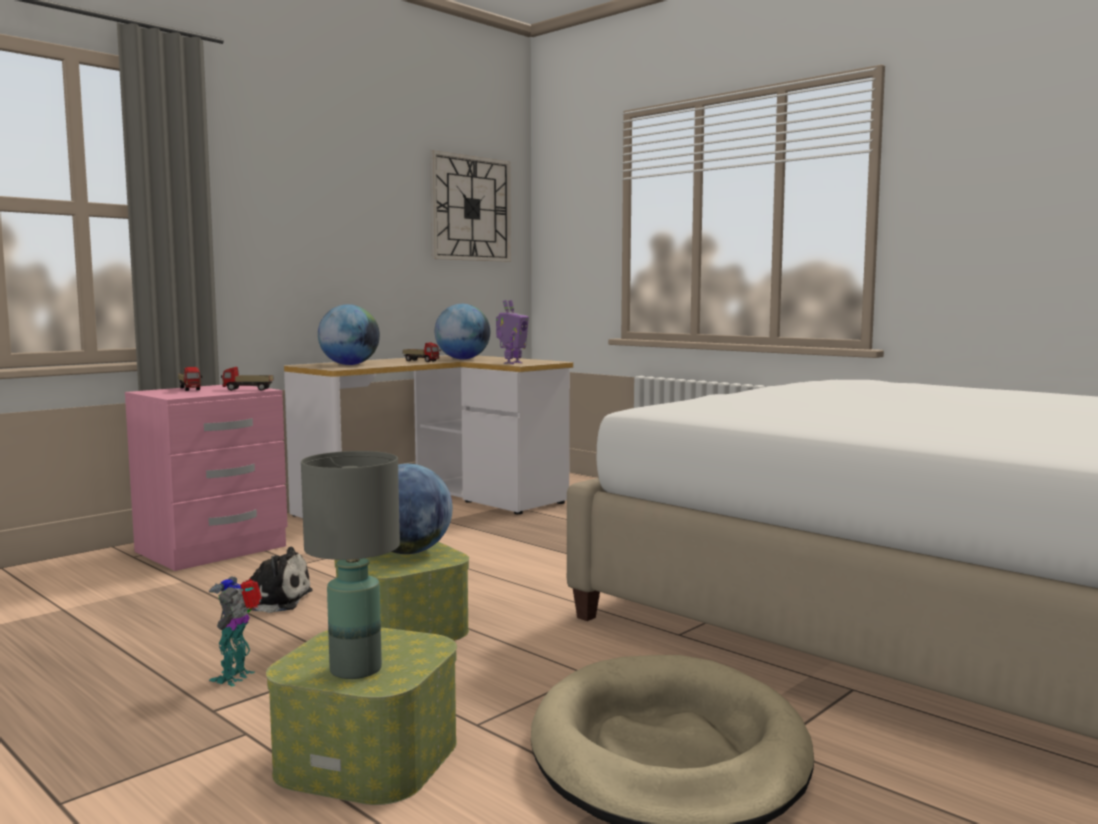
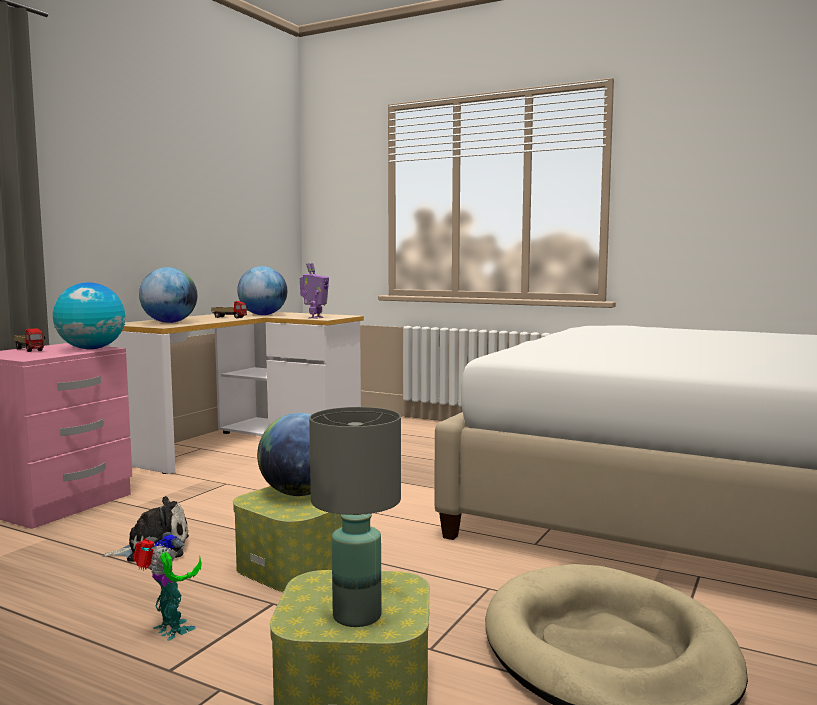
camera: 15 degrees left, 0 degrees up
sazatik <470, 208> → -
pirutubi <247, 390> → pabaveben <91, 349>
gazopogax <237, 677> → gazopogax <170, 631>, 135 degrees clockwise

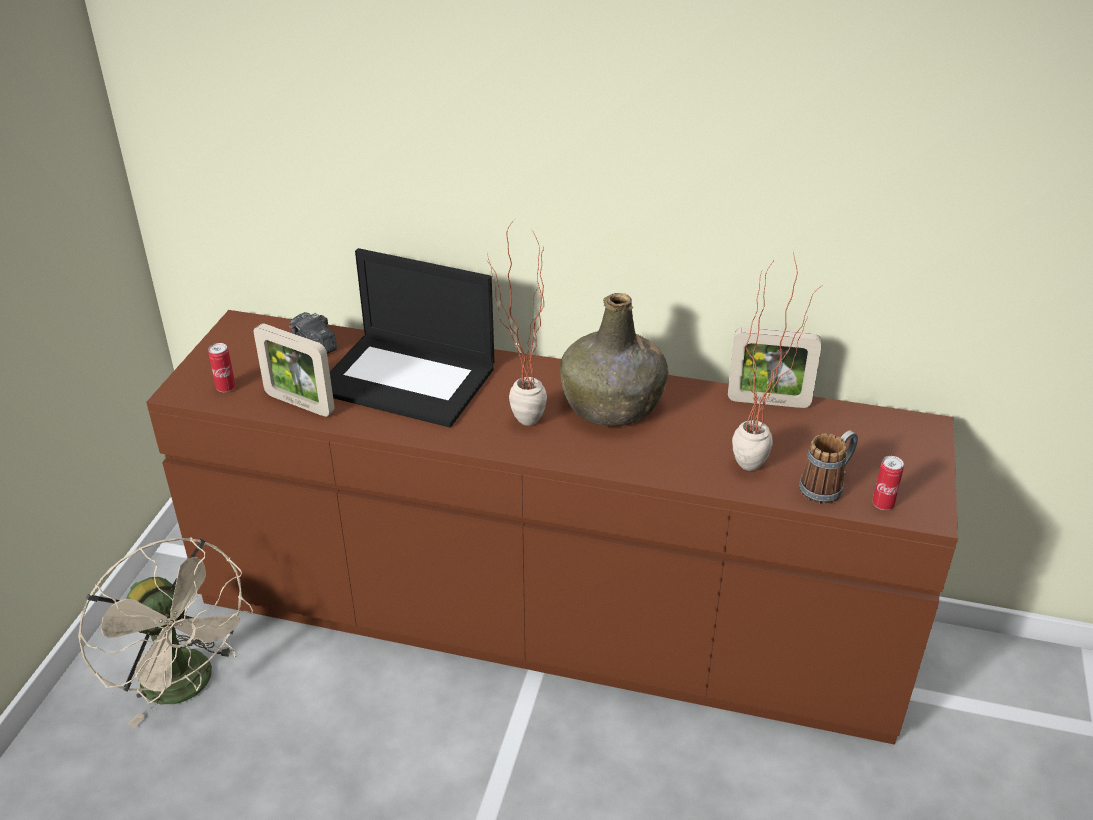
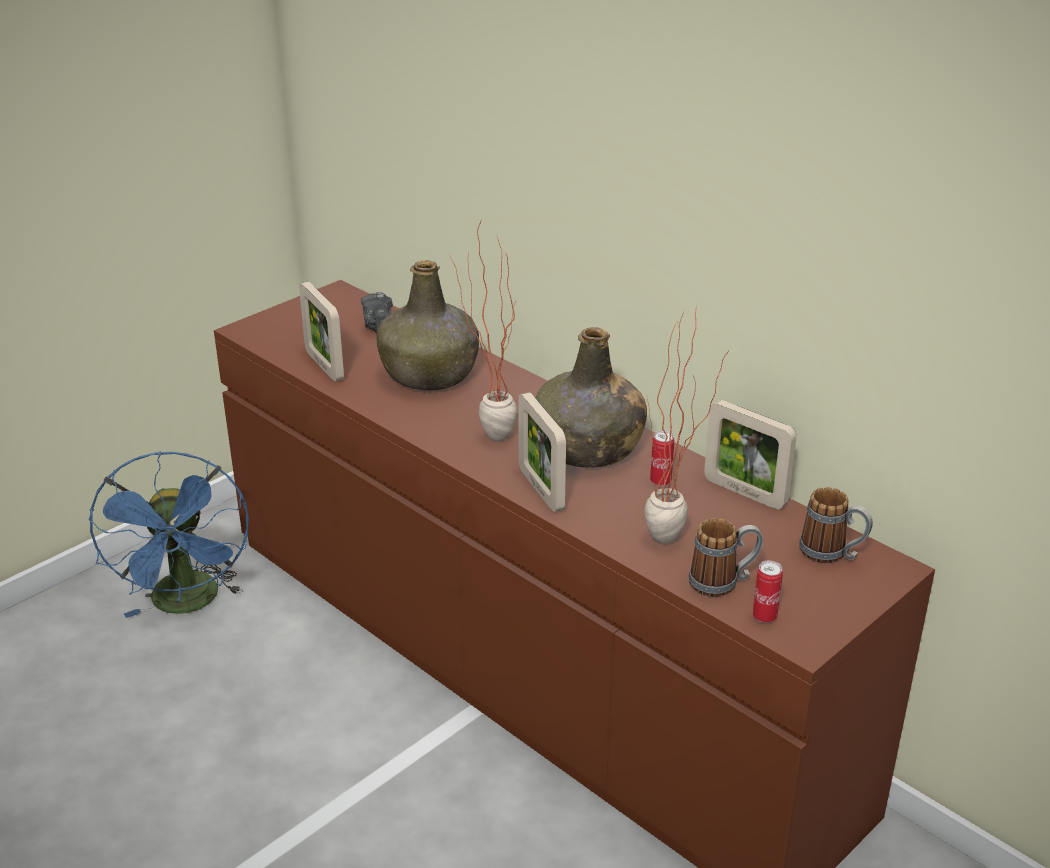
camera: 30 degrees right, 5 degrees down
- → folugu <541, 489>
- → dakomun <832, 554>
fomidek <226, 388> → fomidek <660, 481>, move
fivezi <409, 379> → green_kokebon <430, 374>
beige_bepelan <187, 686> → blue_bepelan <188, 604>

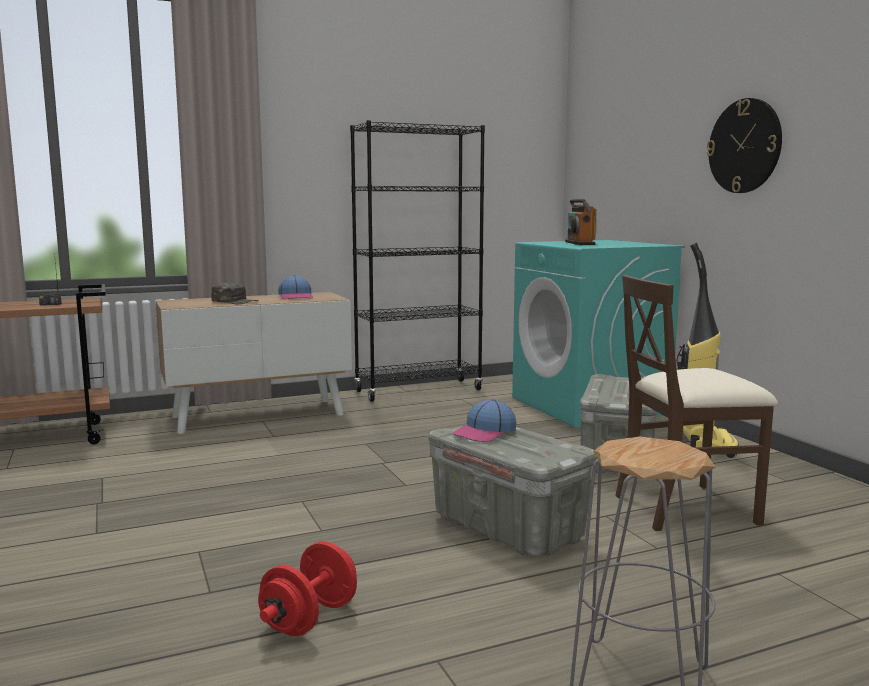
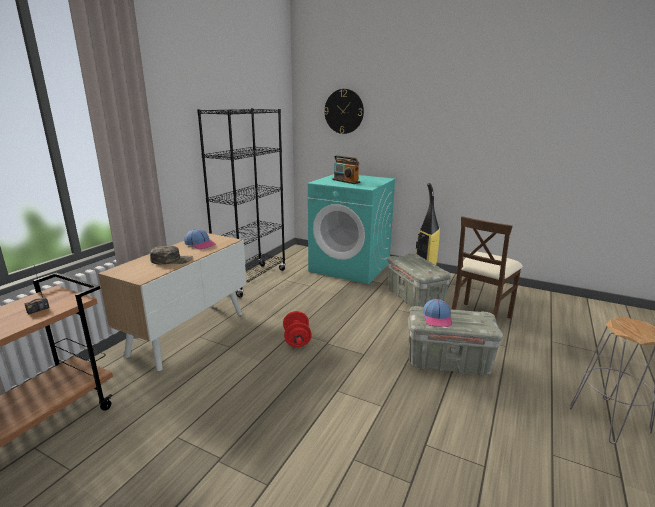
camera: 40 degrees left, 10 degrees up
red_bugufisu <310, 618> → red_bugufisu <297, 340>, move
sazatik <744, 146> → sazatik <344, 111>, move

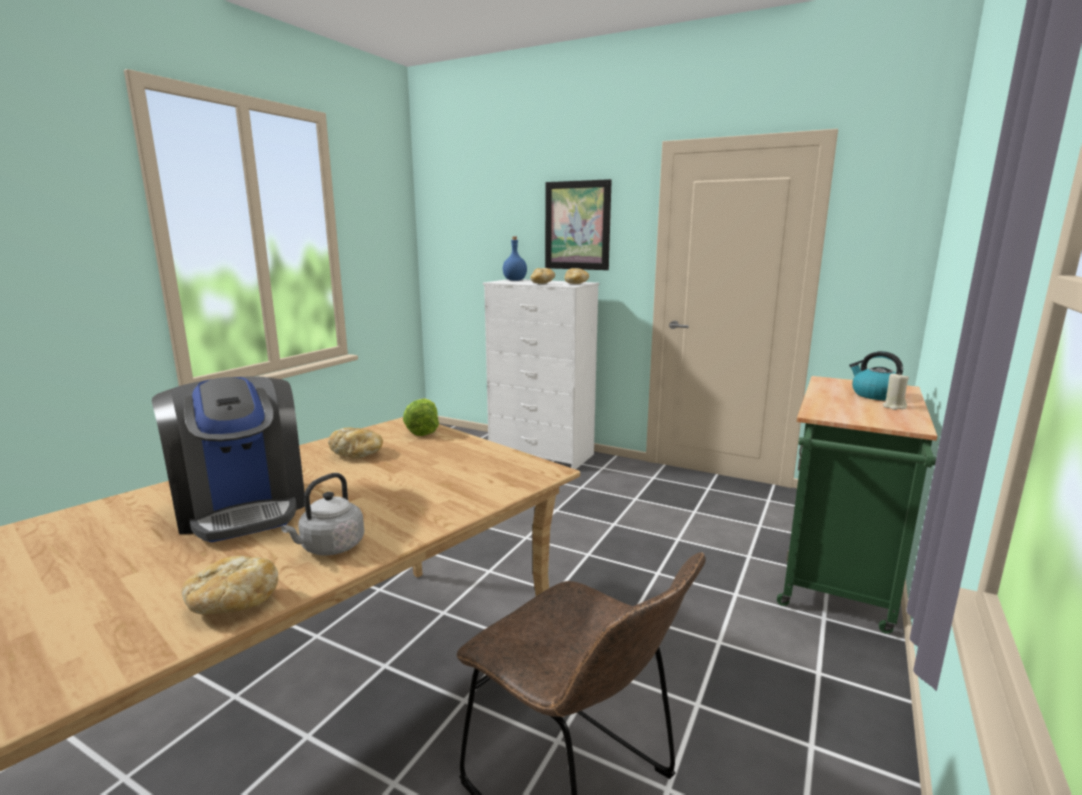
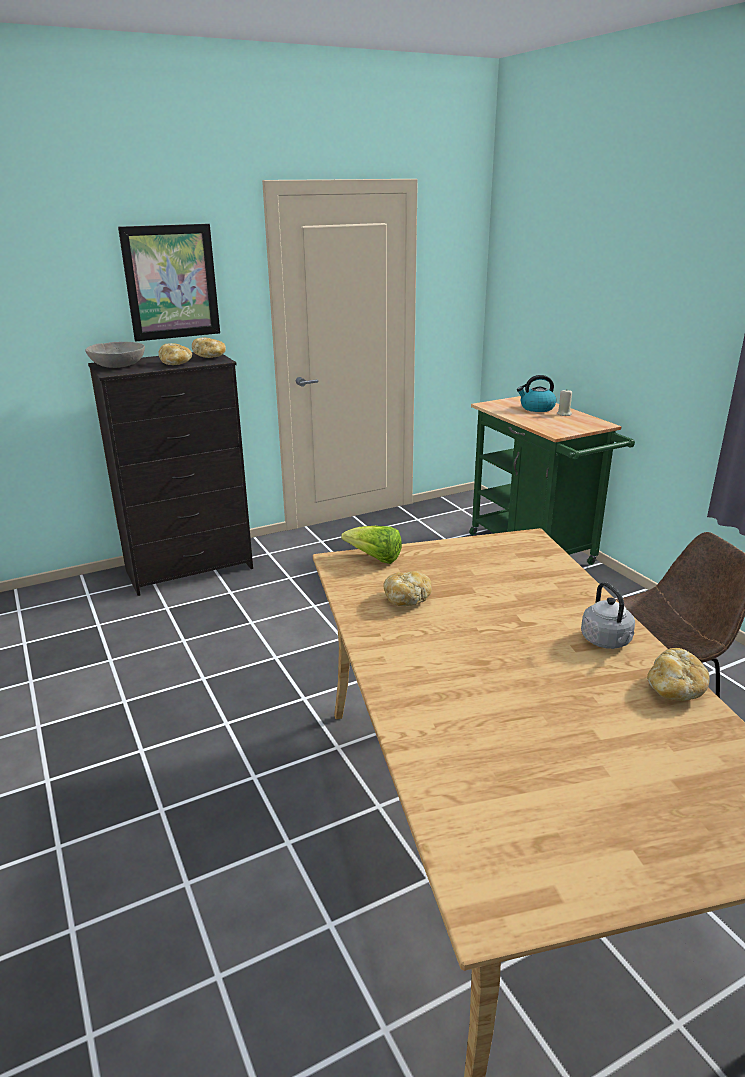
camera: 55 degrees left, 10 degrees up
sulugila <243, 507> → -
blue_kokebon <514, 280> → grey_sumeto <117, 365>
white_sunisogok <541, 454> → black_sunisogok <190, 569>

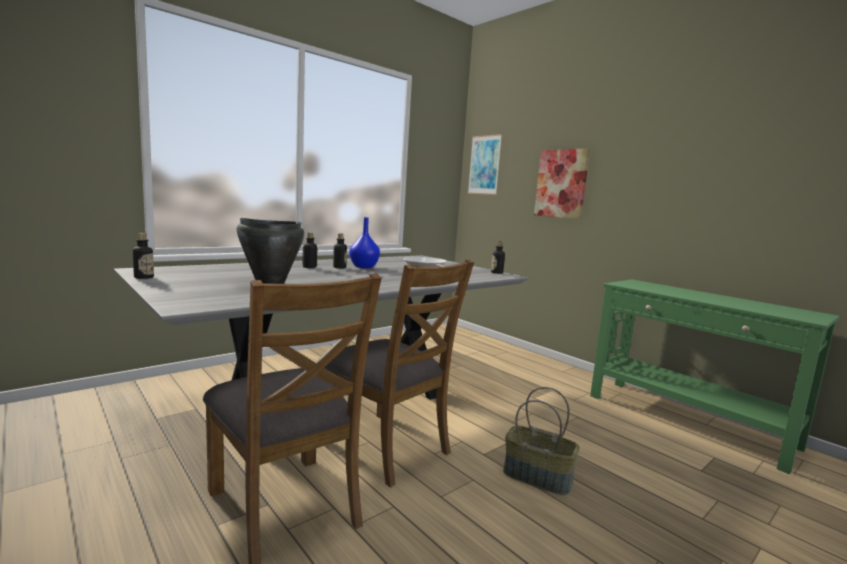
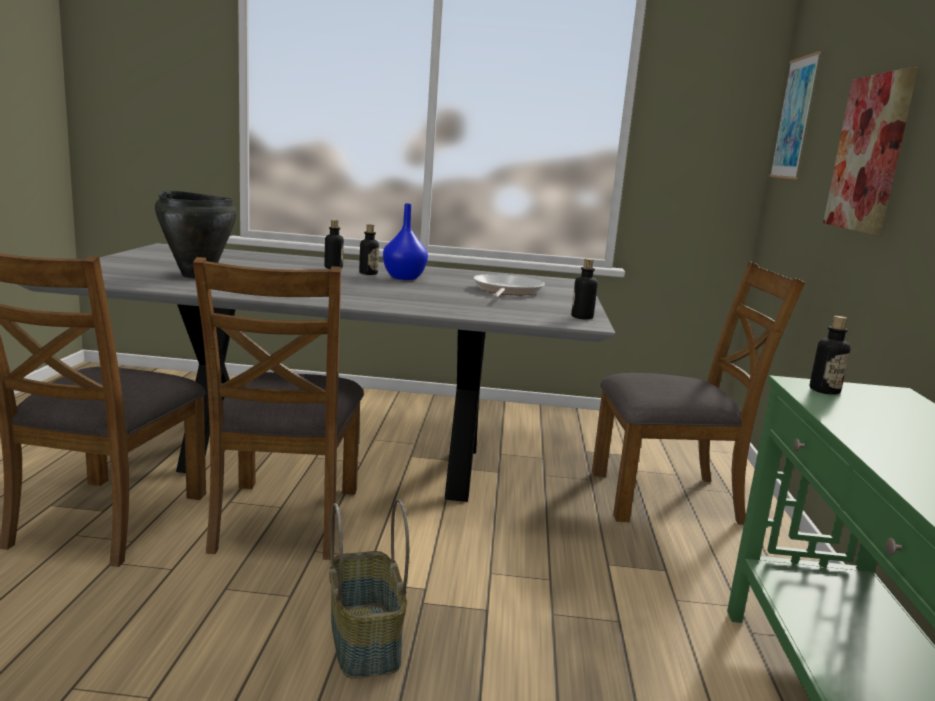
camera: 45 degrees right, 5 degrees up
- → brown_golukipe <667, 497>
kokebon <144, 277> → kokebon <824, 390>, move

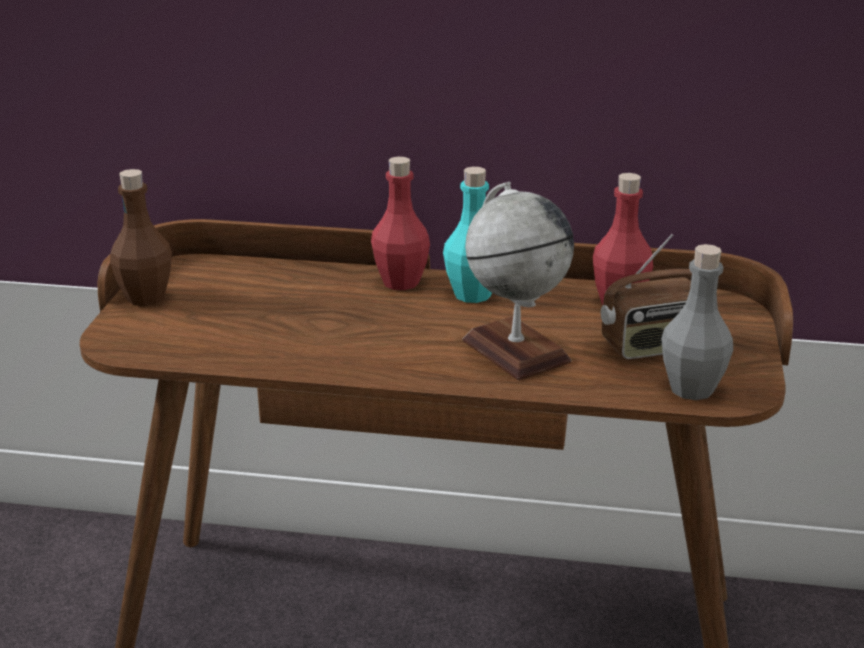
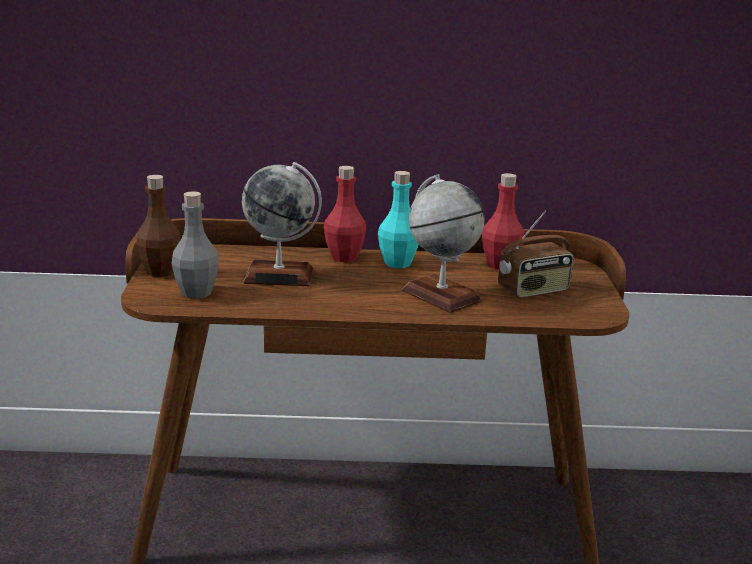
camera: 10 degrees left, 5 degrees down
- → pabaveben <279, 276>
grey_kokebon <691, 389> → grey_kokebon <196, 293>, move

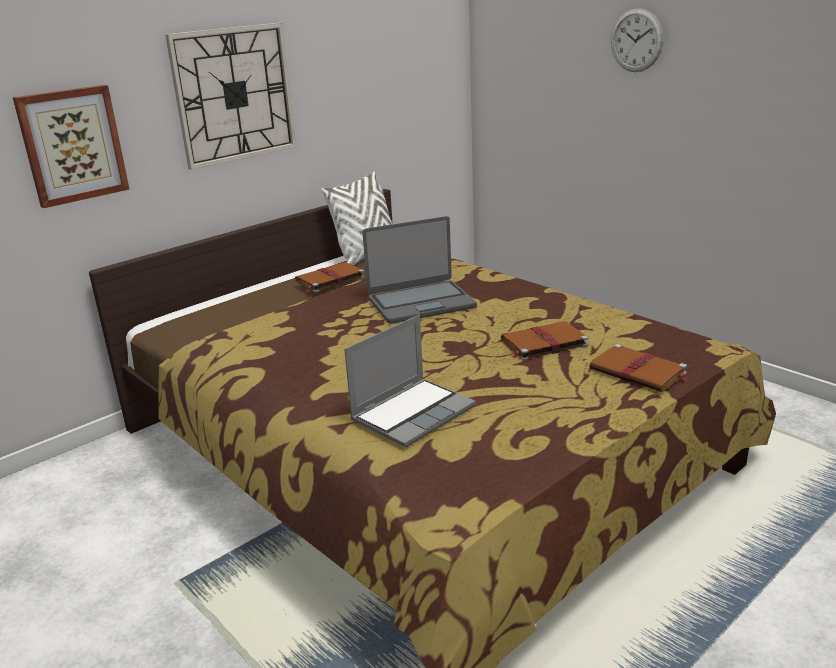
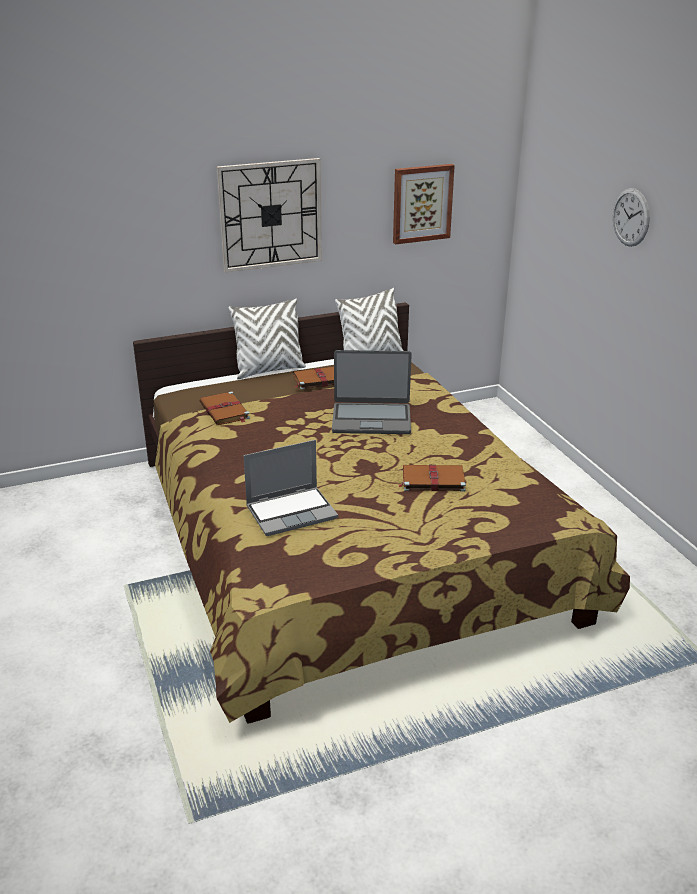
camera: 20 degrees right, 5 degrees up
- → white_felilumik <269, 370>
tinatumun <72, 145> → tinatumun <422, 203>, move
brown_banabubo <639, 372> → brown_banabubo <225, 411>, move

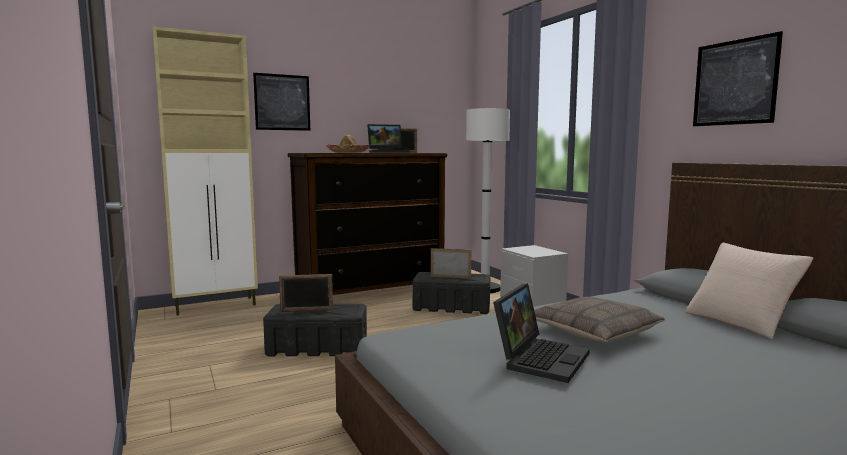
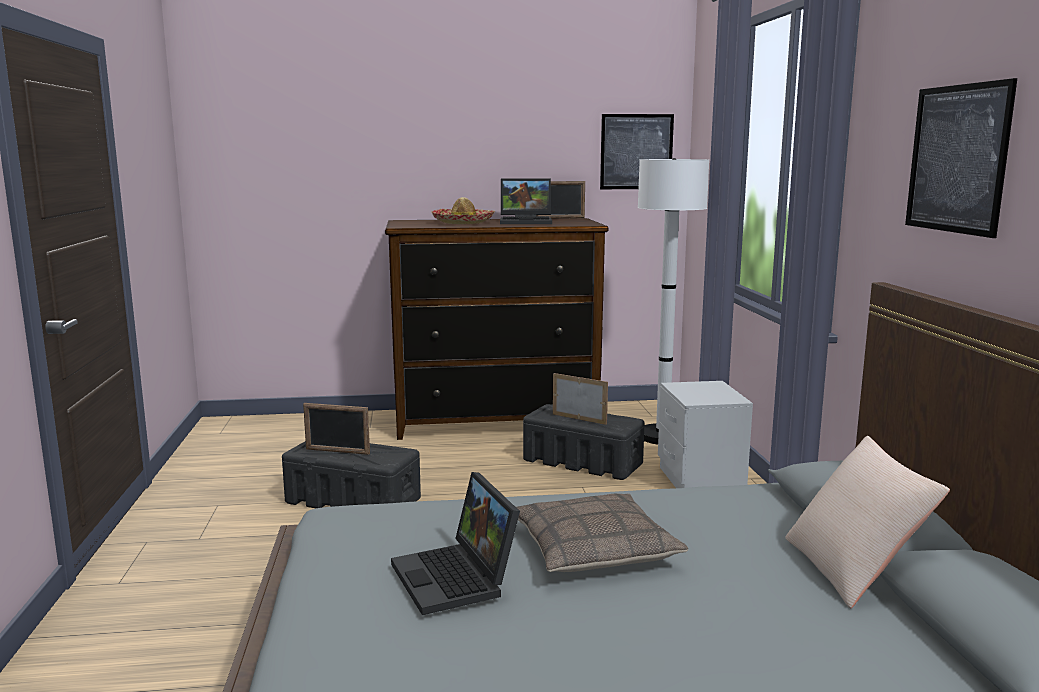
camera: 20 degrees right, 5 degrees up
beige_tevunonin <217, 306> → -
tinatumun <282, 102> → tinatumun <636, 152>, move
fivezi <540, 358> → fivezi <457, 579>, 105 degrees clockwise

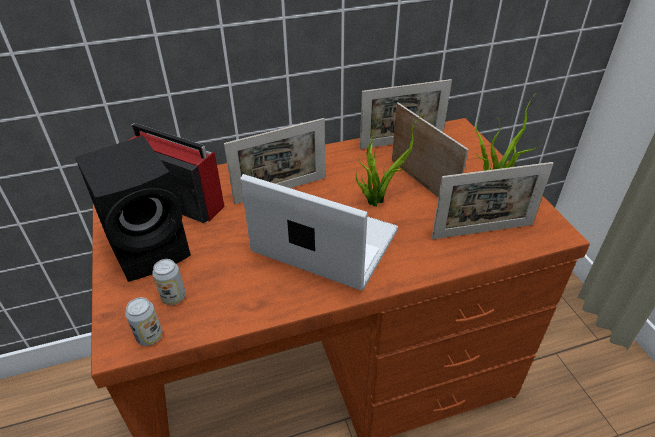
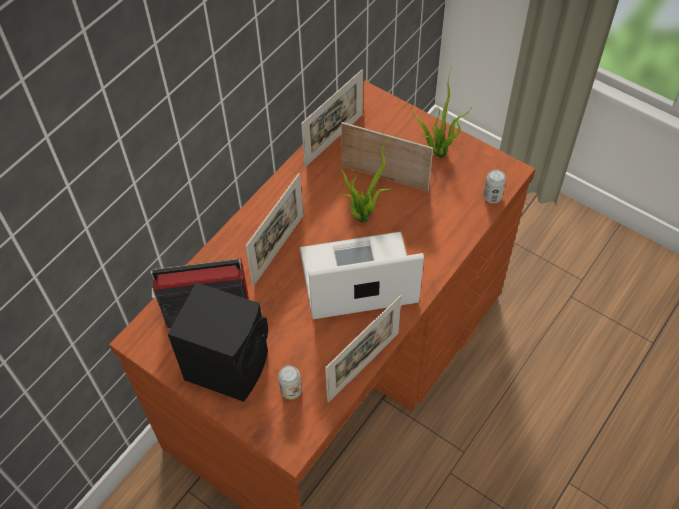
camera: 35 degrees left, 15 degrees up
fomidek <149, 336> → fomidek <492, 197>, move
folugu <482, 231> → folugu <363, 366>, move

